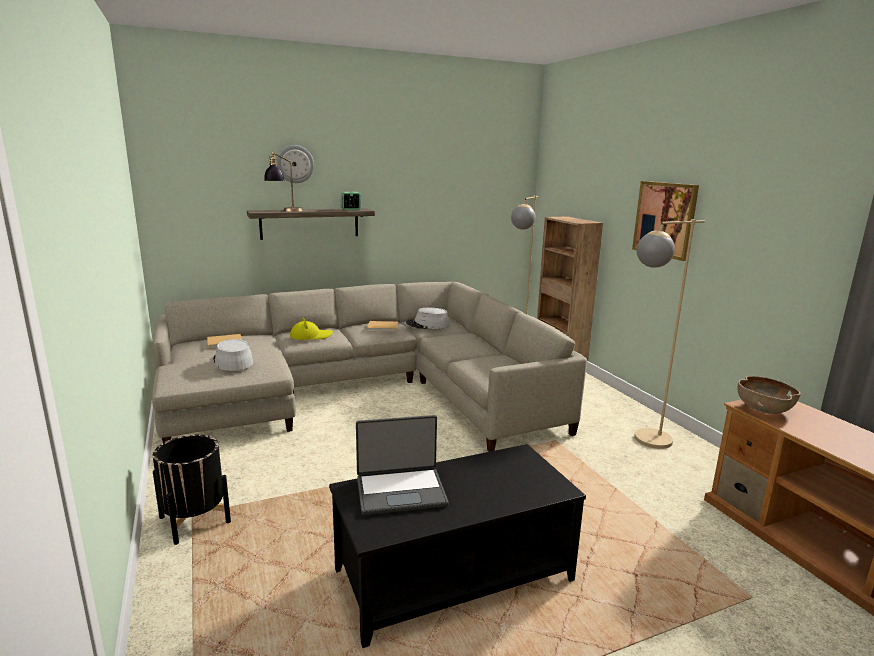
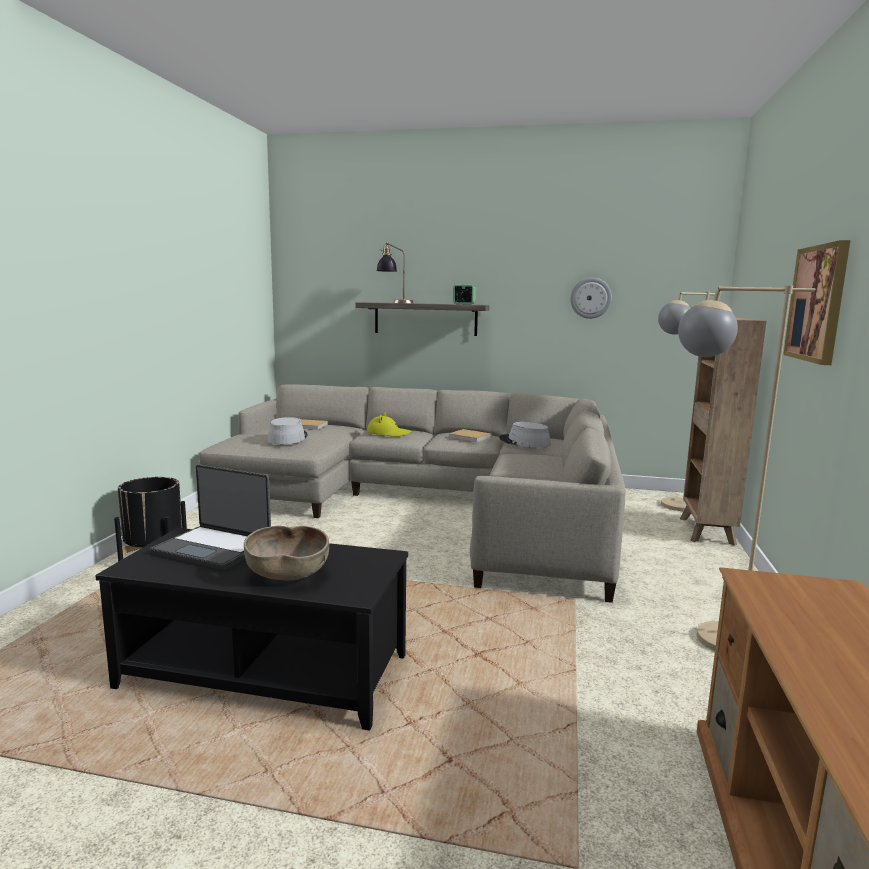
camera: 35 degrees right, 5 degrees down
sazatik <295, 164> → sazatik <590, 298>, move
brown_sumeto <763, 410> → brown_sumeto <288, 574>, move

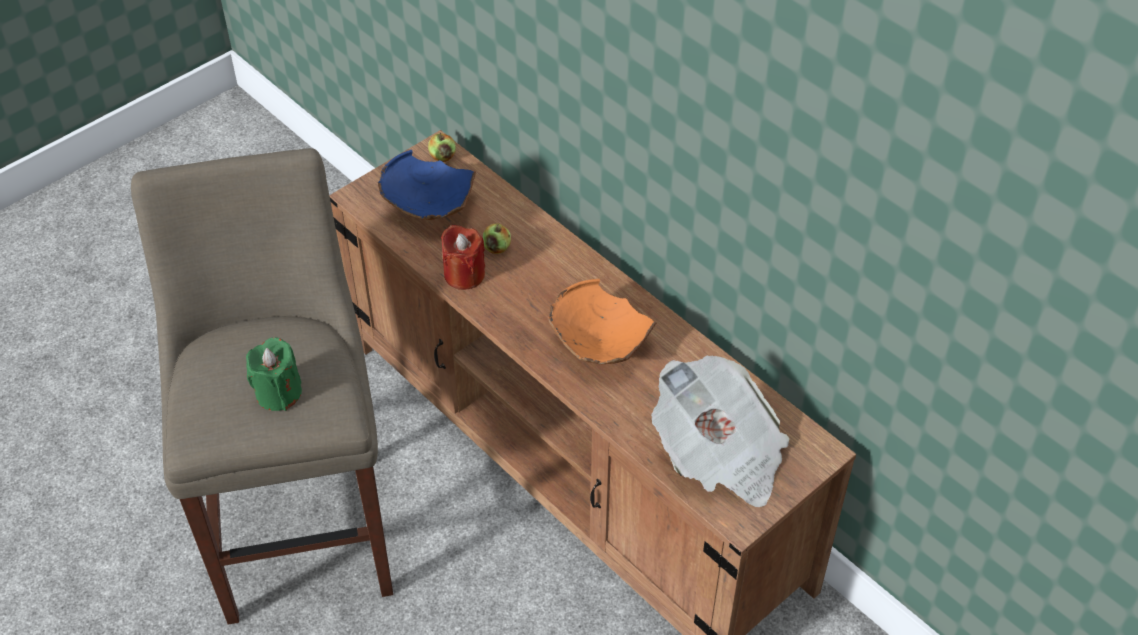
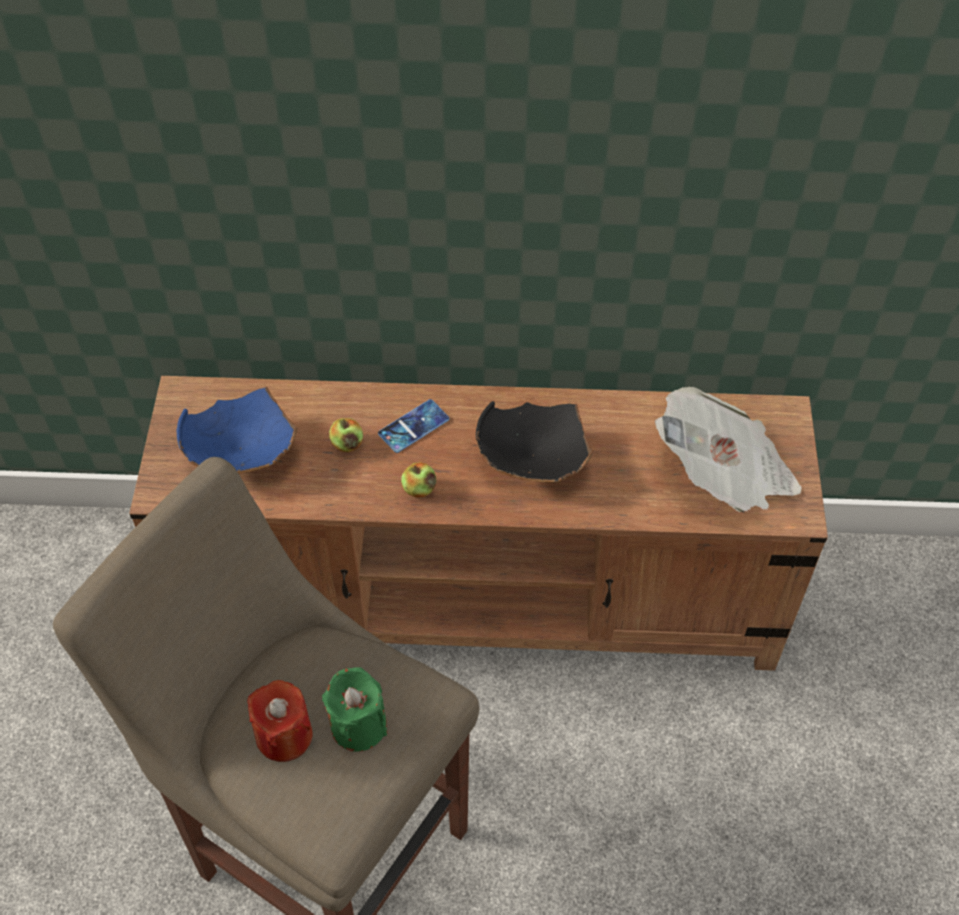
camera: 45 degrees left, 5 degrees up
- → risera <413, 426>
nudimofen <442, 157> → nudimofen <419, 489>, move
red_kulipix <464, 274> → red_kulipix <284, 735>, move
orange_sumeto <598, 346> → black_sumeto <533, 463>

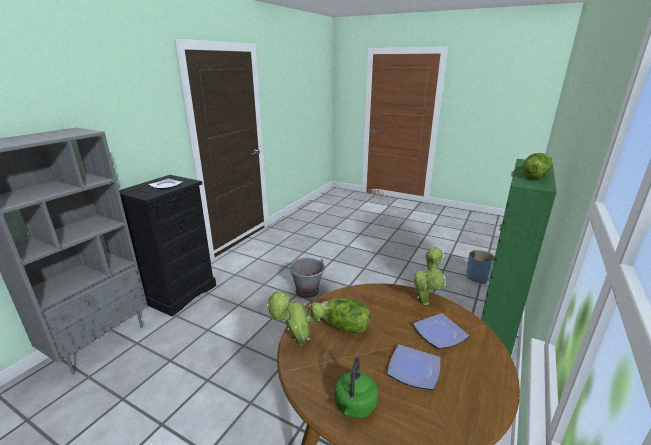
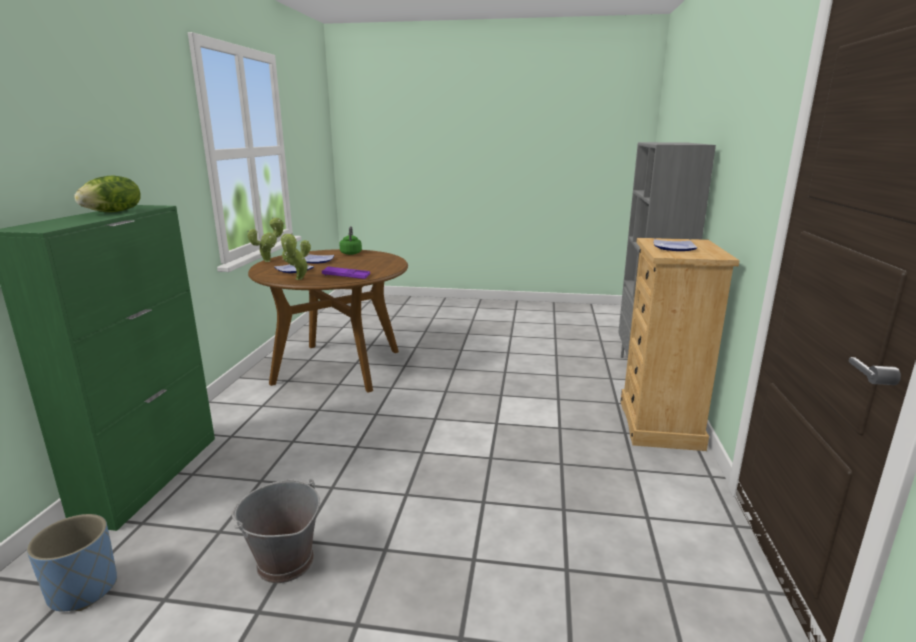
camera: 160 degrees right, 5 degrees down
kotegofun <344, 327> → -
- → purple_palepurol <346, 276>
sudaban <297, 343> → sudaban <269, 261>, move
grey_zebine <307, 291> → grey_zebine <284, 562>, move
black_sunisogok <180, 293> → beige_sunisogok <660, 424>

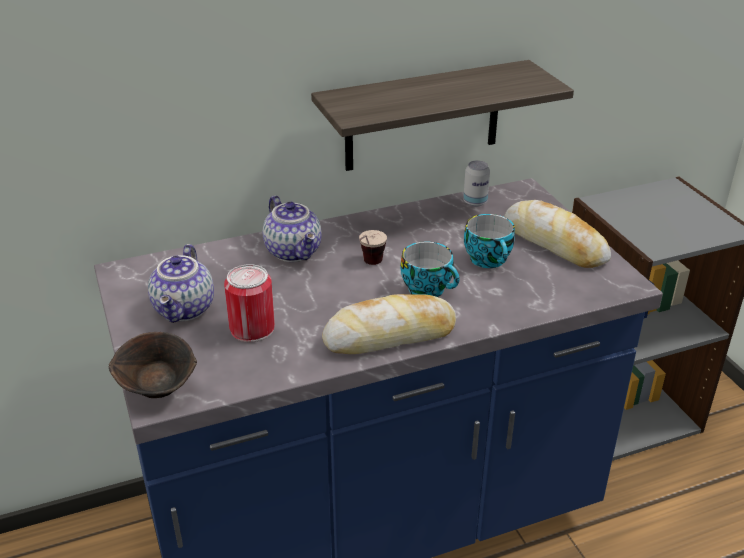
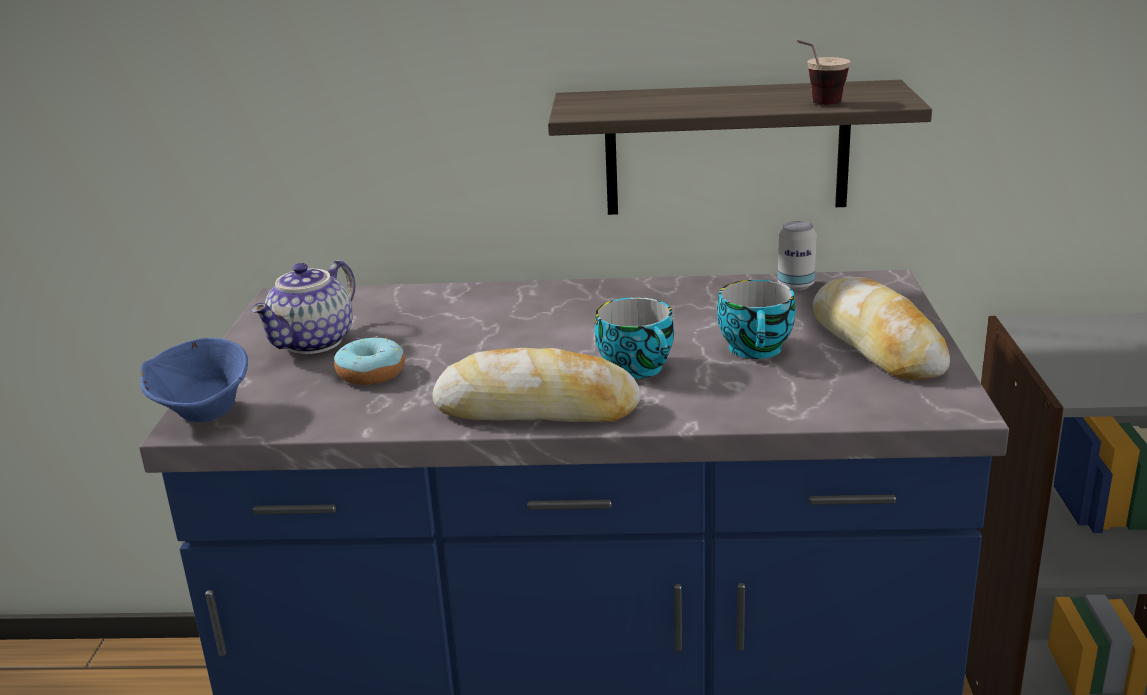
camera: 25 degrees right, 10 degrees down
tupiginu <295, 252> → -
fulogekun <369, 266> → fulogekun <817, 106>, move
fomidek <252, 328> → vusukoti <371, 373>
brown_sumeto <159, 389> → blue_sumeto <205, 414>

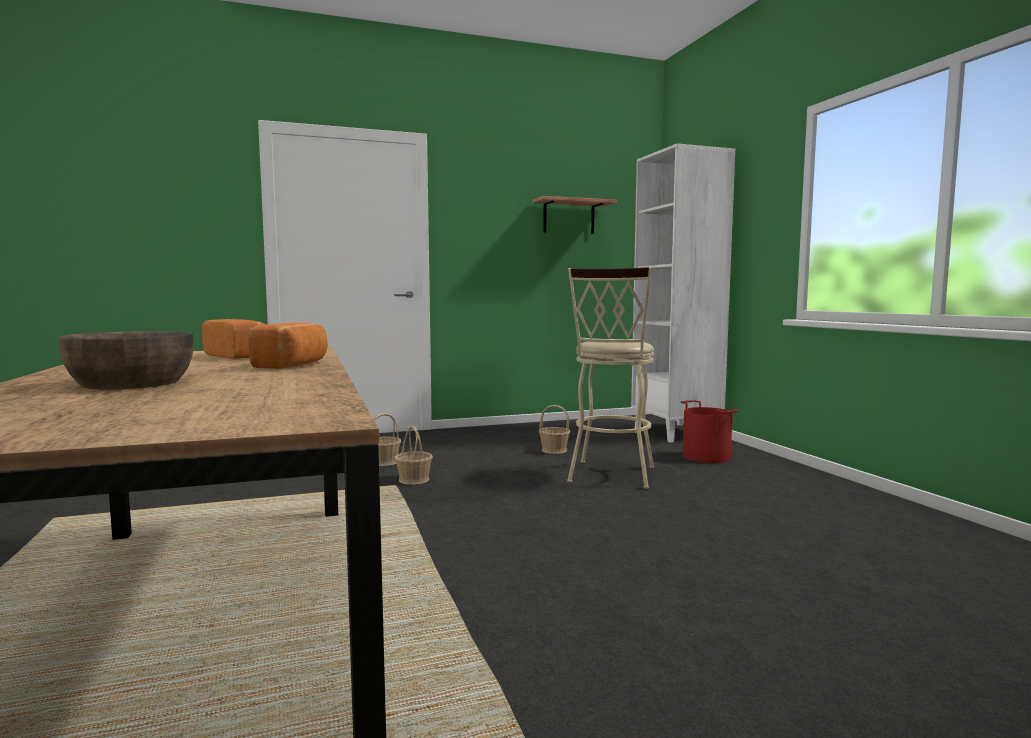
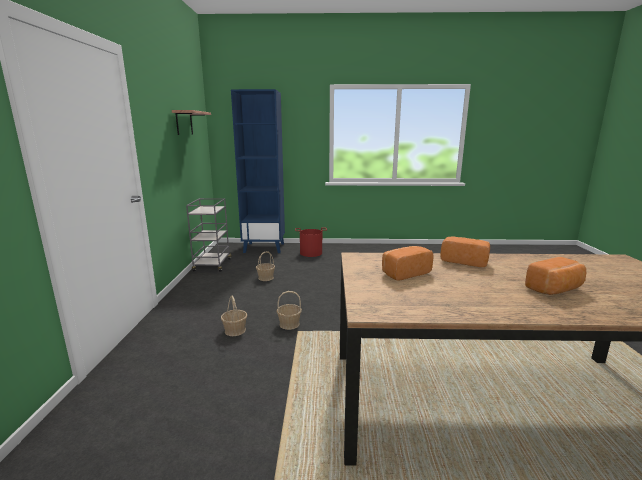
camera: 70 degrees left, 10 degrees up
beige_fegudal <610, 476> → -
- → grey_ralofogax <212, 265>
brown_sumeto <132, 383> → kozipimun <555, 289>
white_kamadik <676, 433> → blue_kamadik <264, 248>

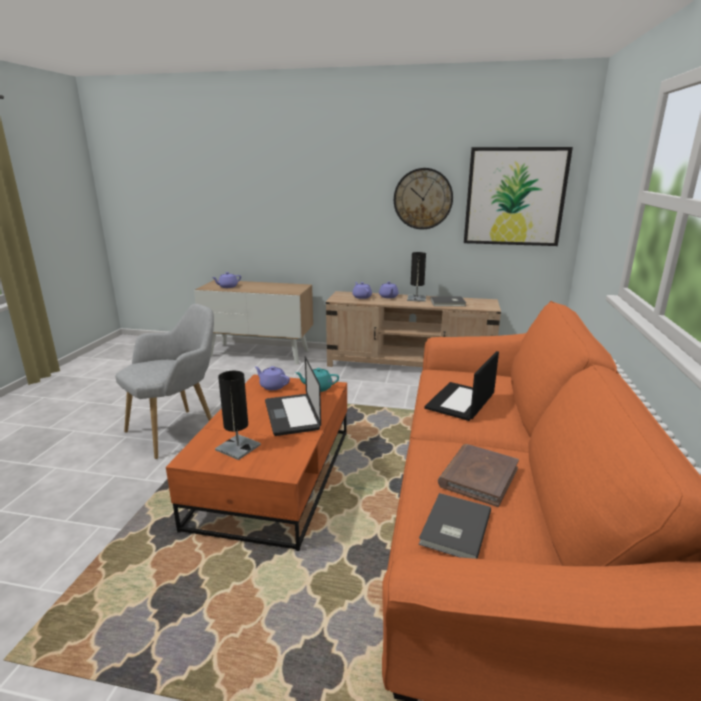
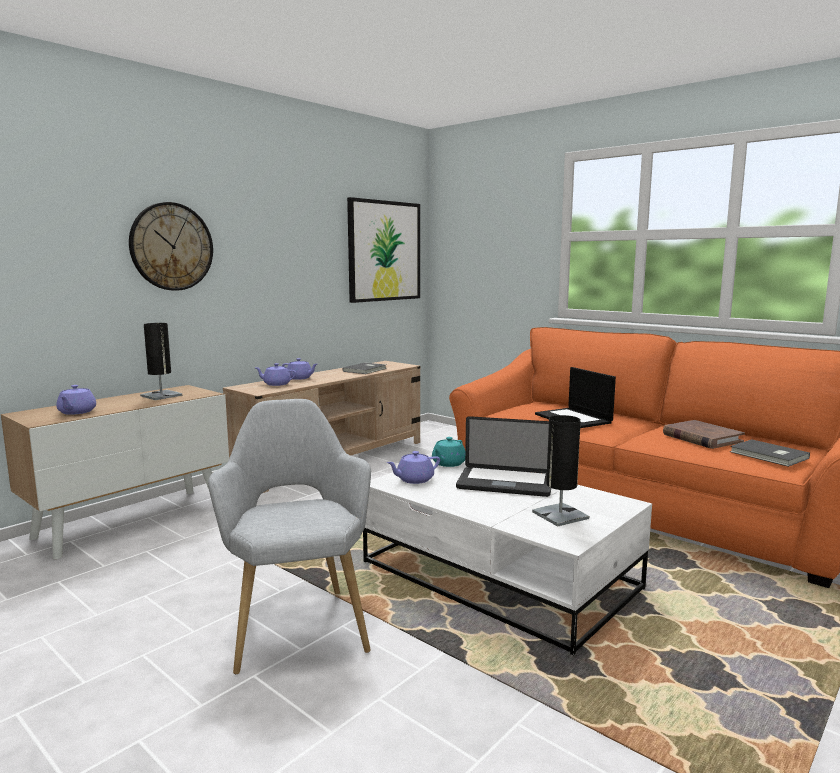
camera: 60 degrees left, 10 degrees down
sazatik <423, 199> → sazatik <171, 246>, move
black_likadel <416, 298> → black_likadel <161, 396>, move
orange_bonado <274, 477> → white_bonado <500, 575>

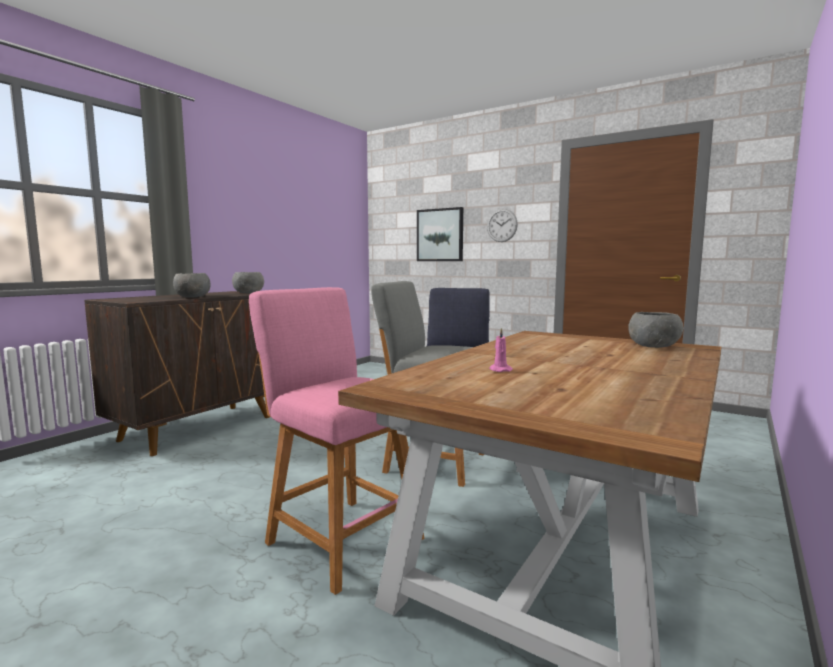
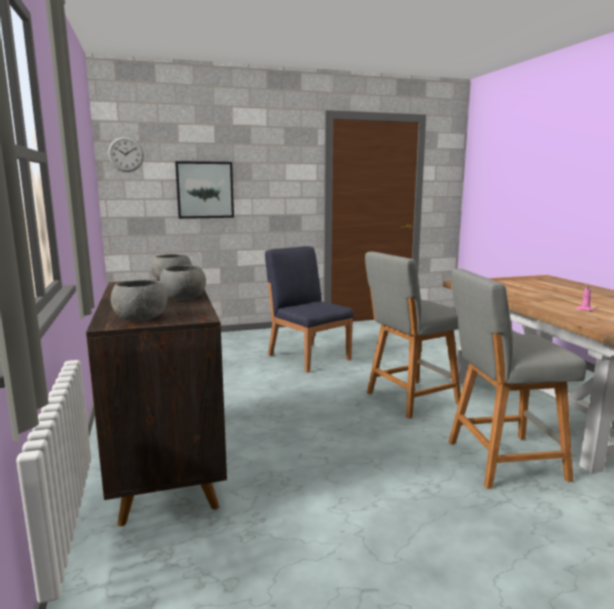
camera: 50 degrees left, 5 degrees up
sazatik <502, 225> → sazatik <126, 154>, move
grey_sumeto <654, 347> → grey_sumeto <141, 319>, move
pink_fegudal <340, 537> → grey_fegudal <500, 461>

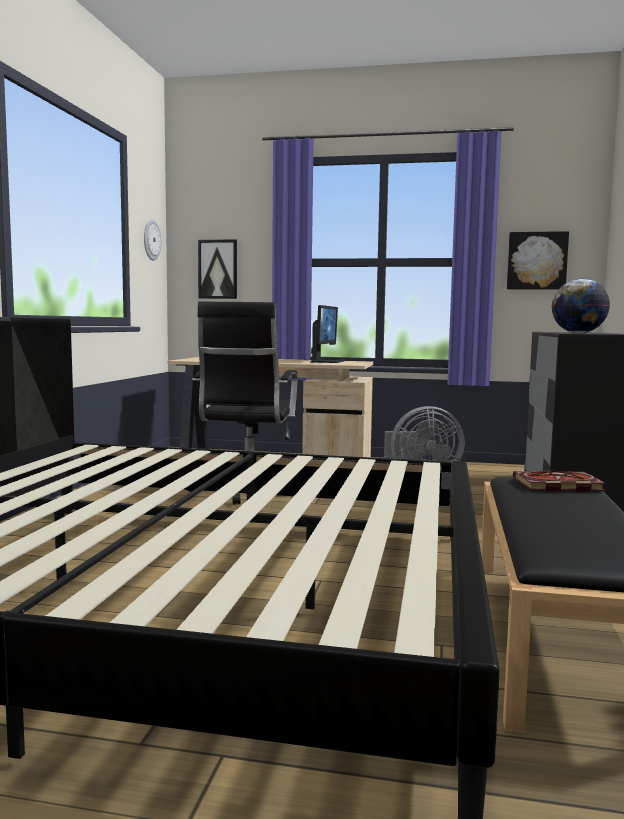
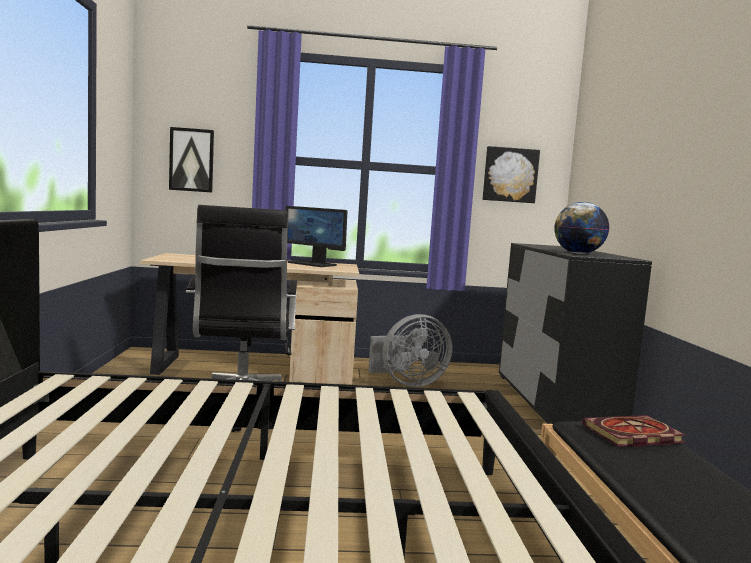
camera: 15 degrees left, 0 degrees up
sazatik <151, 240> → -
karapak <327, 361> → karapak <313, 264>, 120 degrees clockwise

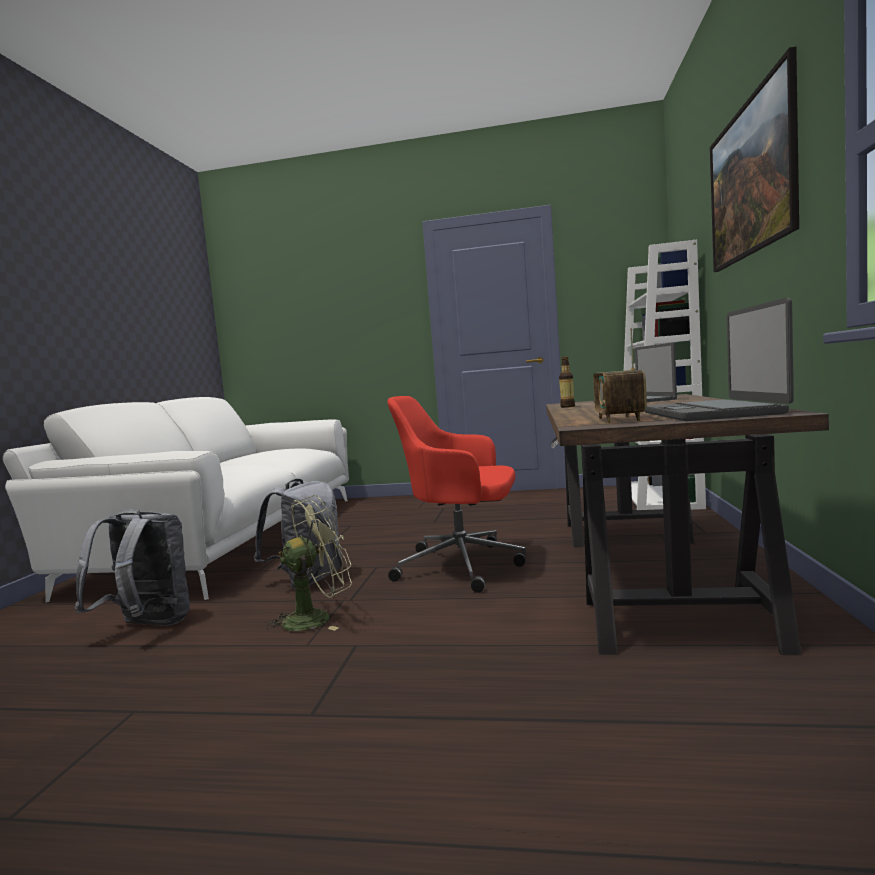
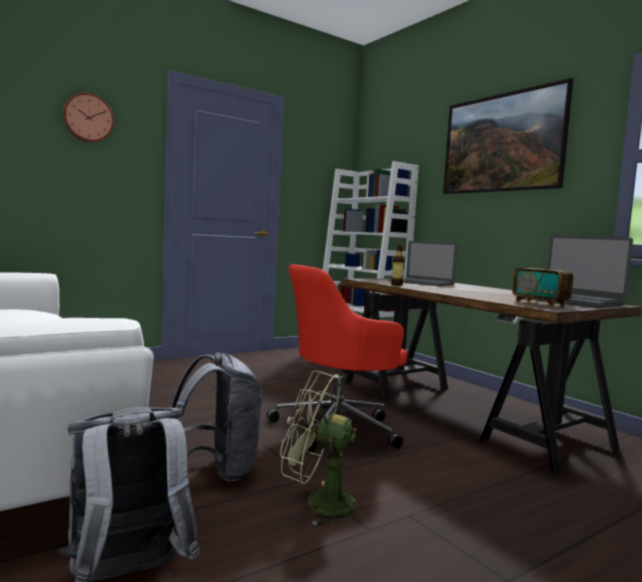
camera: 45 degrees left, 0 degrees up
- → sazatik <88, 118>
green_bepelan <316, 618> → green_bepelan <319, 503>, 90 degrees counterclockwise

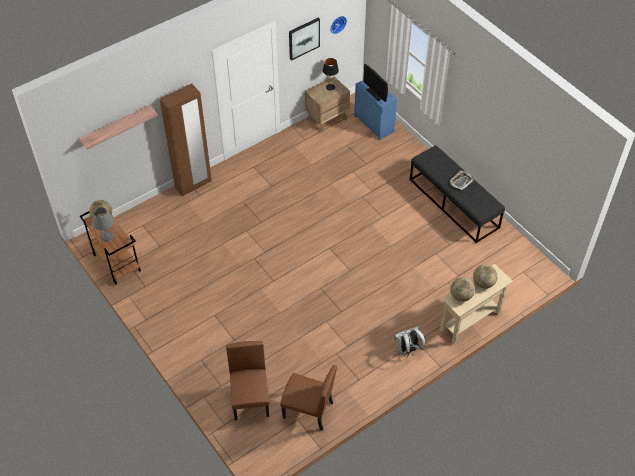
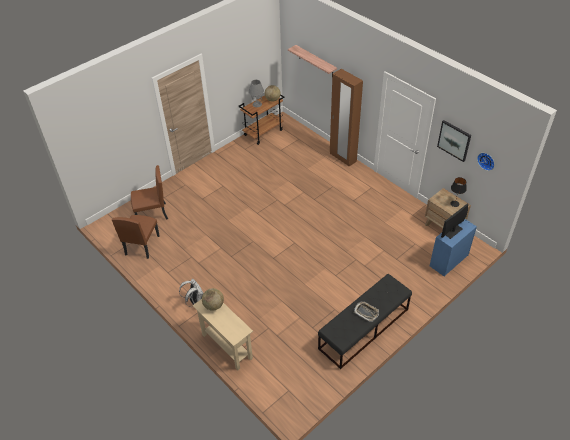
camera: 85 degrees right, 5 degrees down
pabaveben <483, 283> → -

